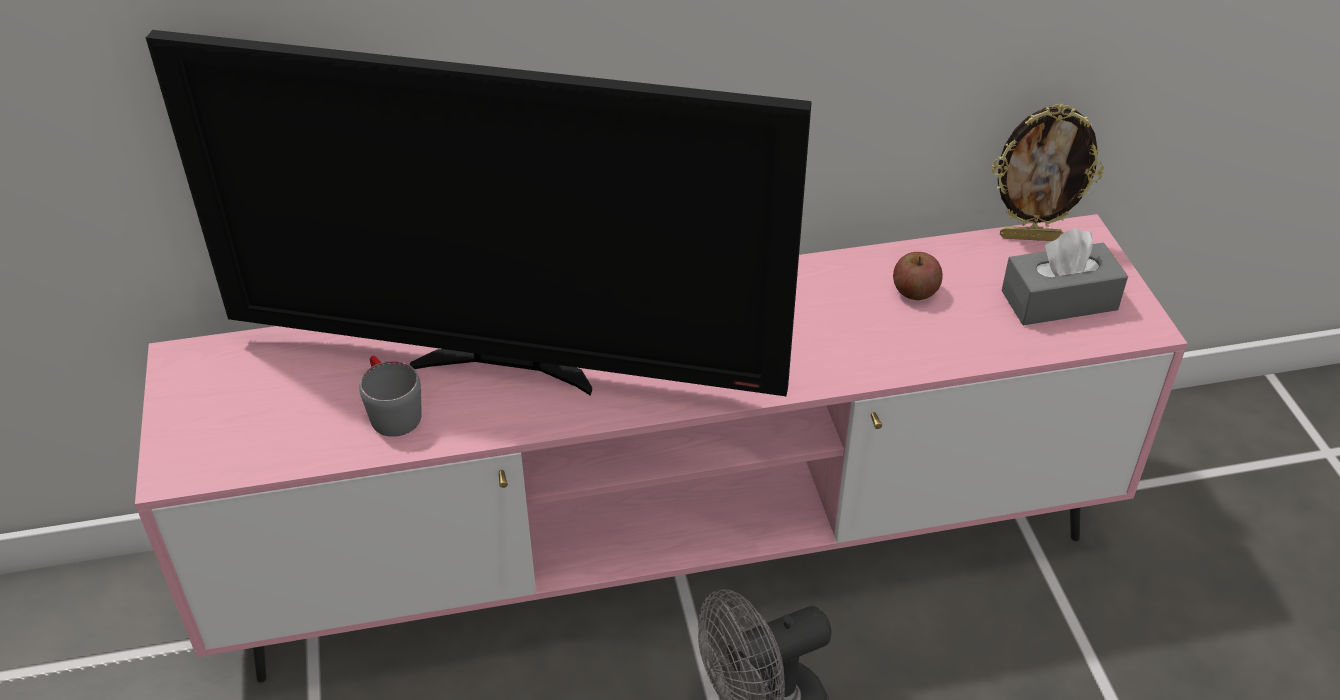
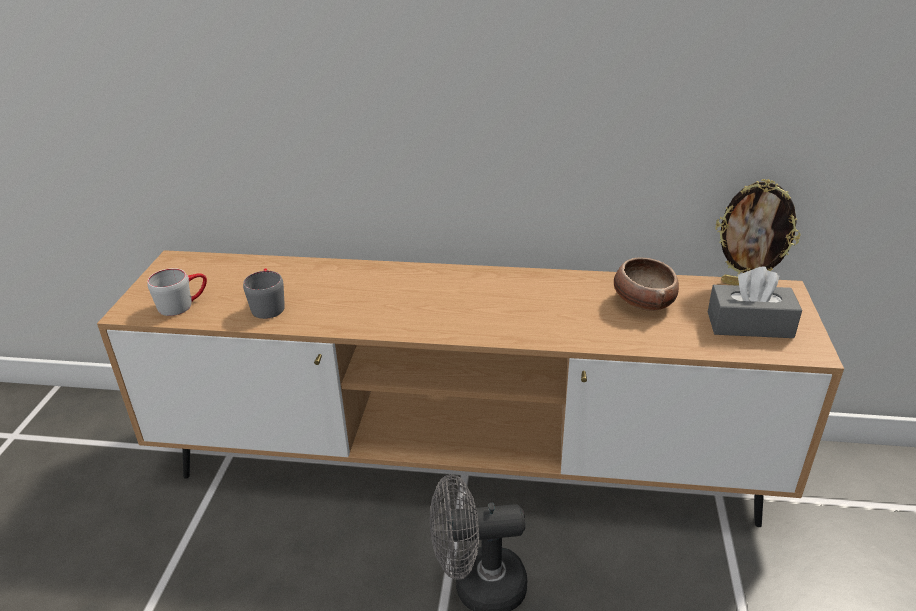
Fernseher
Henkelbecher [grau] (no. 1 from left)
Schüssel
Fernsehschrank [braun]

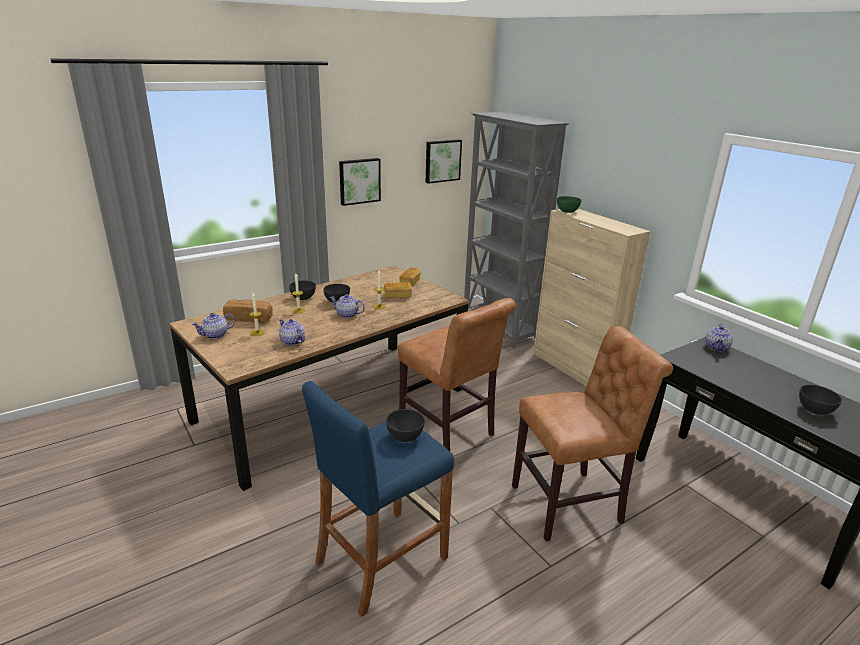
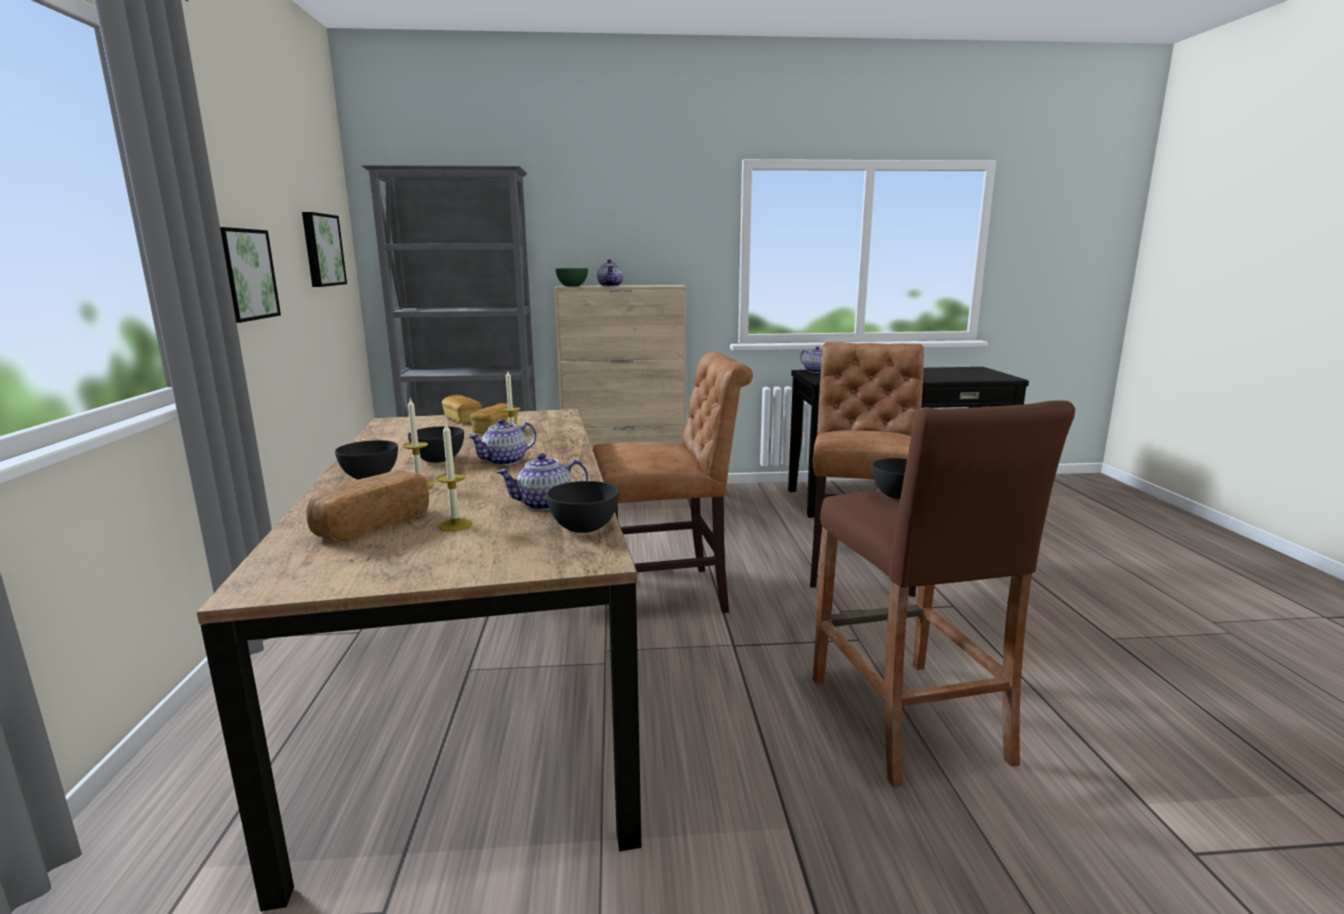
Teekanne (no. 3 from left)
Schüssel [grau] (no. 3 from left)
Hocker [braun]

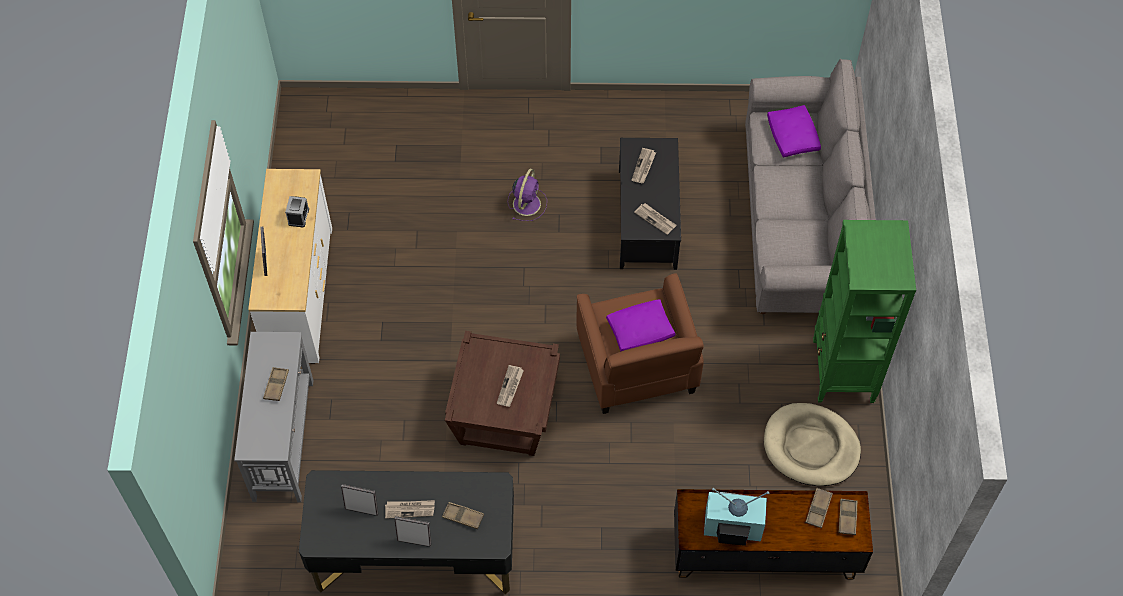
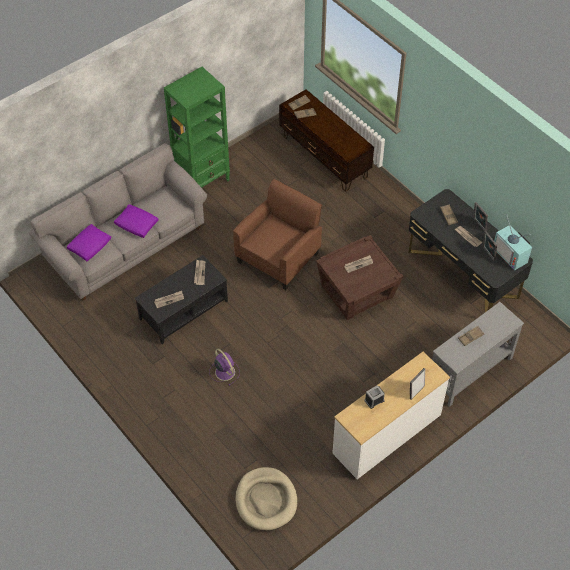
Kissen [lila] (no. 2 from left)
Fernseher
Hundebett [beige]
Ventilator [lila]

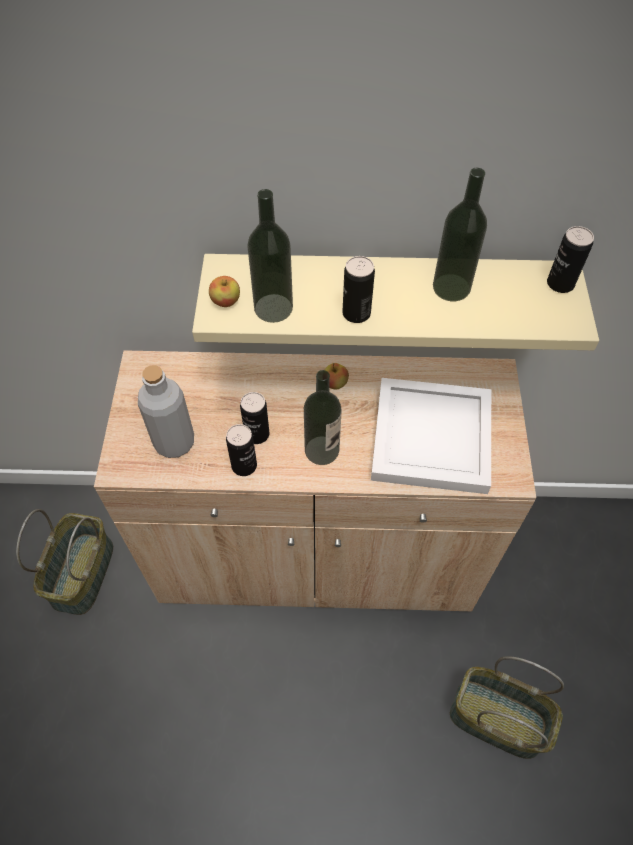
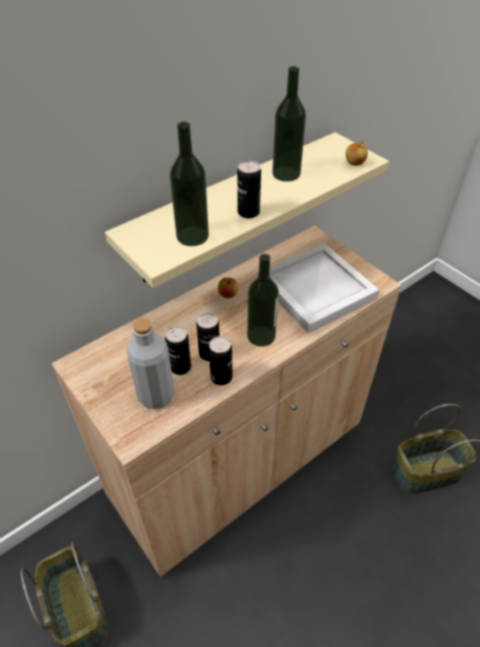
Apfel (no. 2 from left)
Dose (no. 1 from left)

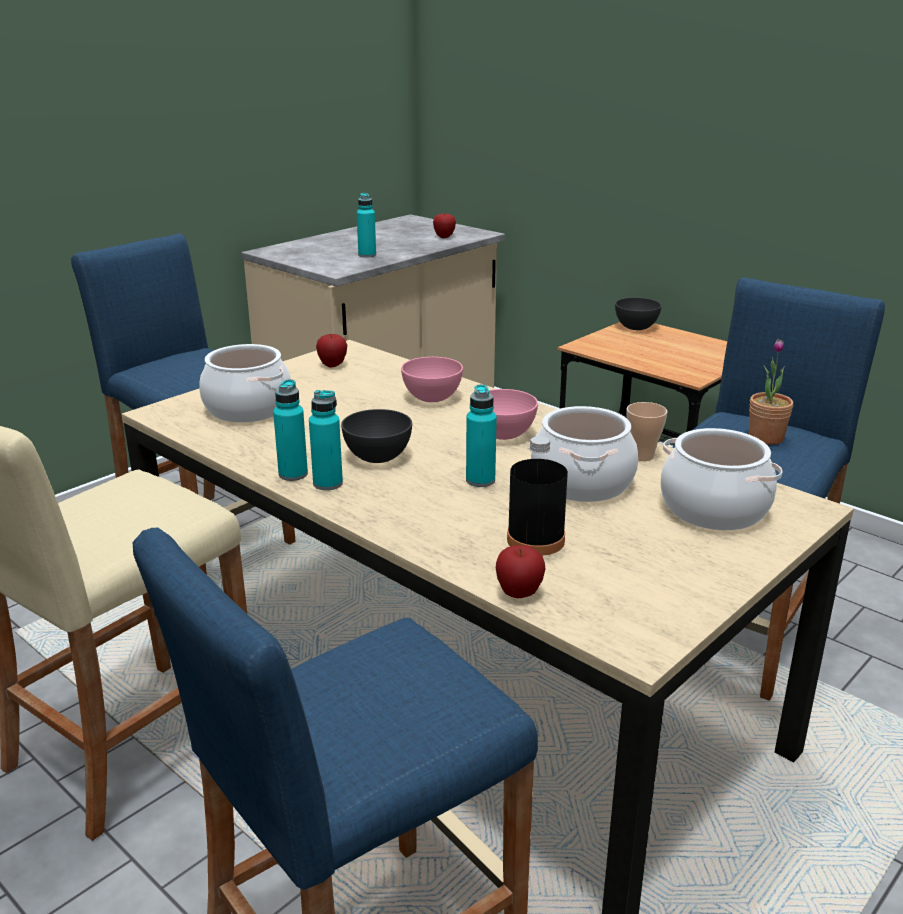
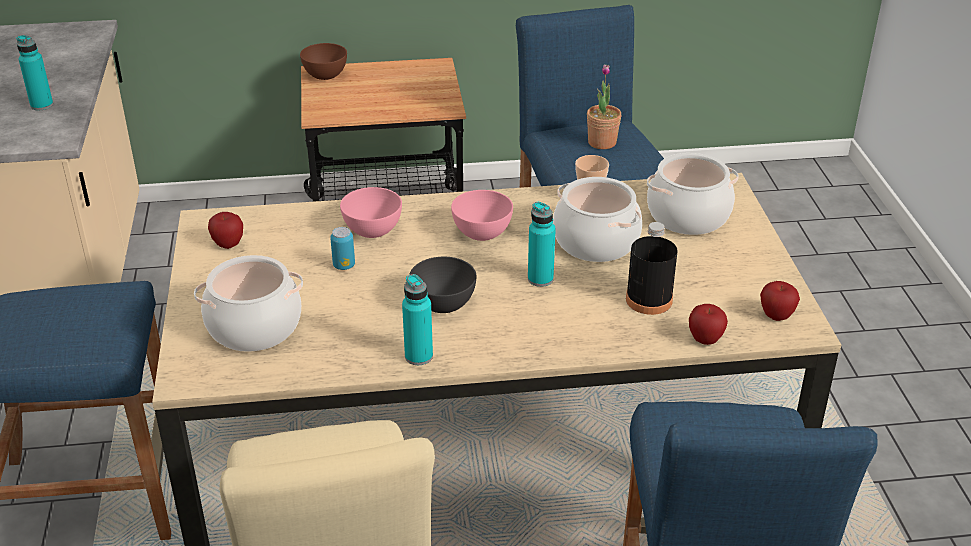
Flasche [türkis] (no. 2 from left in the first image)
Dose
Apfel (no. 3 from left)
Schüssel [braun]

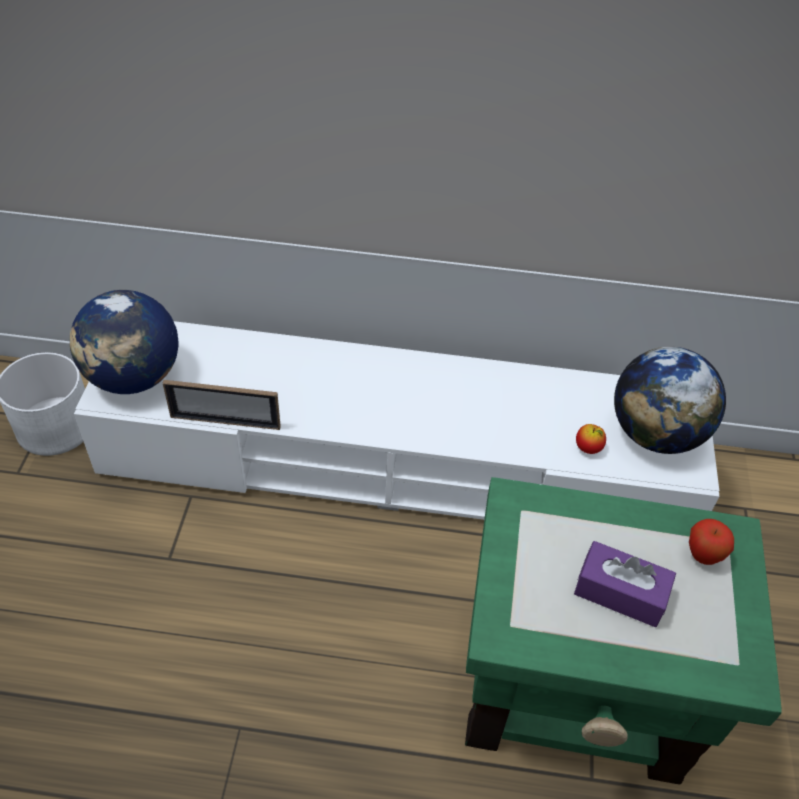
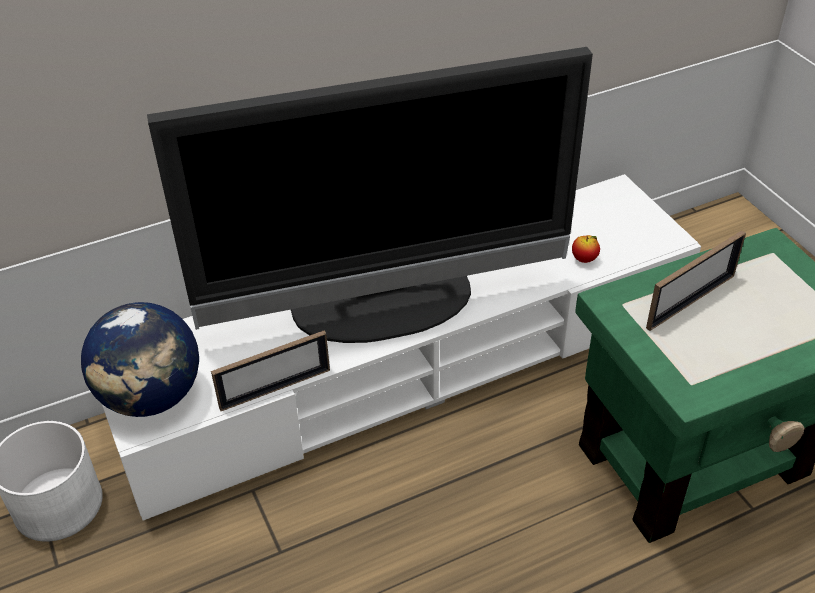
Taschentuchbox [lila]
Globus (no. 2 from left in the first image)
Apfel (no. 2 from left in the first image)
Fernseher
Bilderrahmen (no. 2 from left)

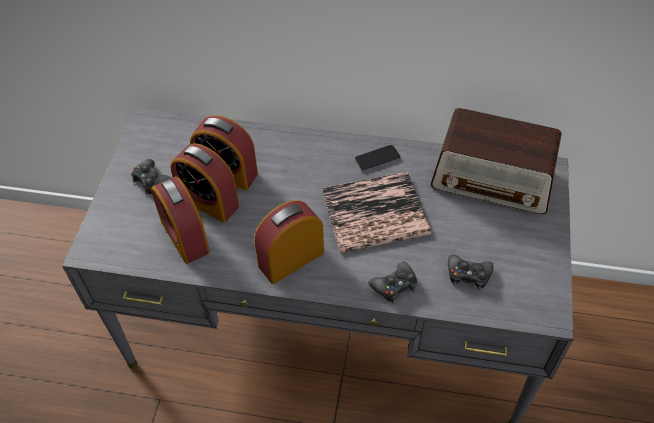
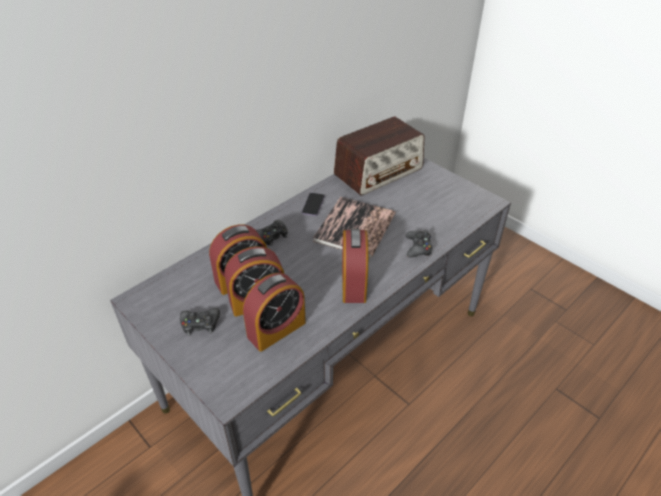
Gamepad [schwarz] (no. 2 from left)
Wecker (no. 3 from left)

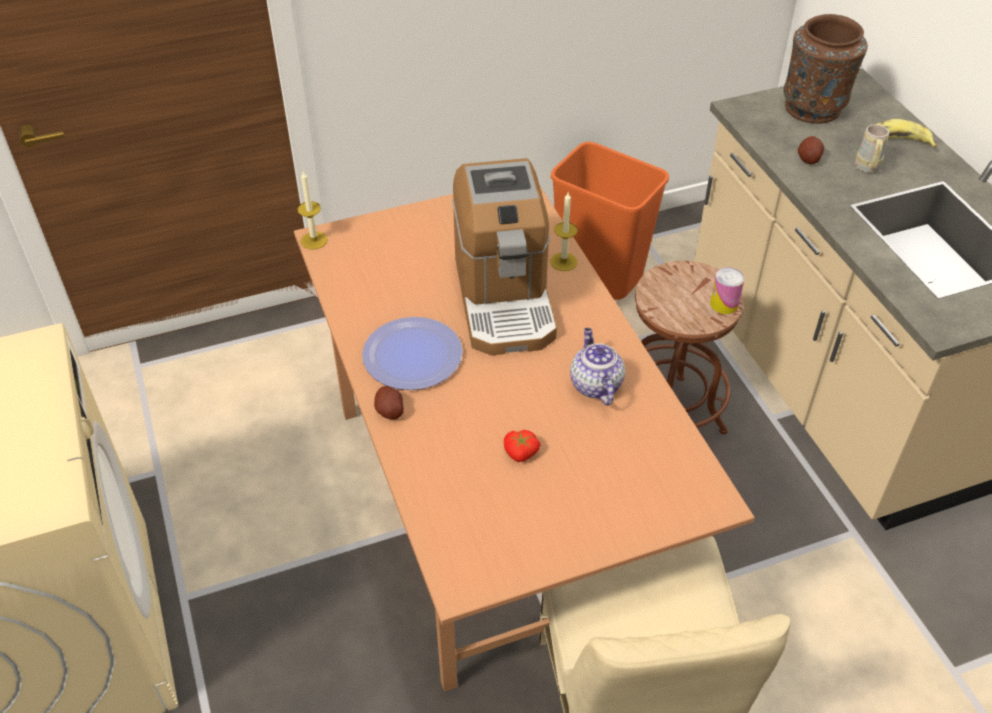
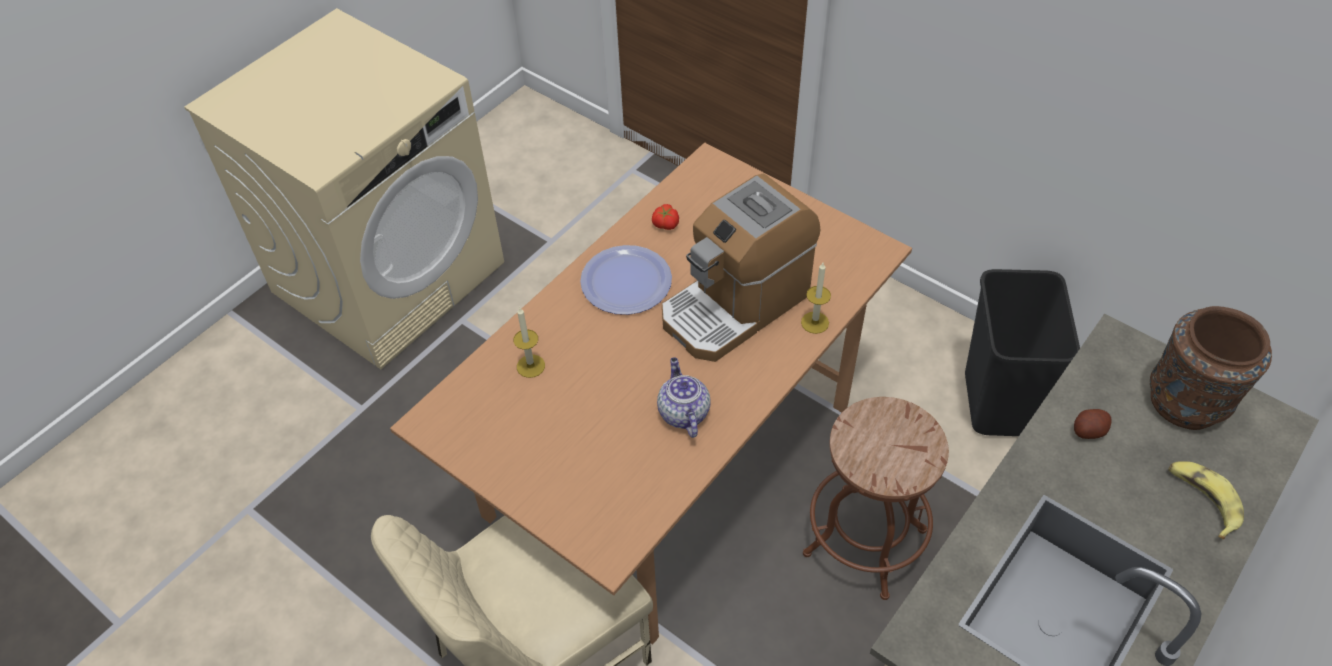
Kartoffel (no. 1 from left in the first image)
Dose
Henkelbecher [beige]
Kerze (no. 1 from left)
Tomate
Mülleimer [schwarz]
Teekanne

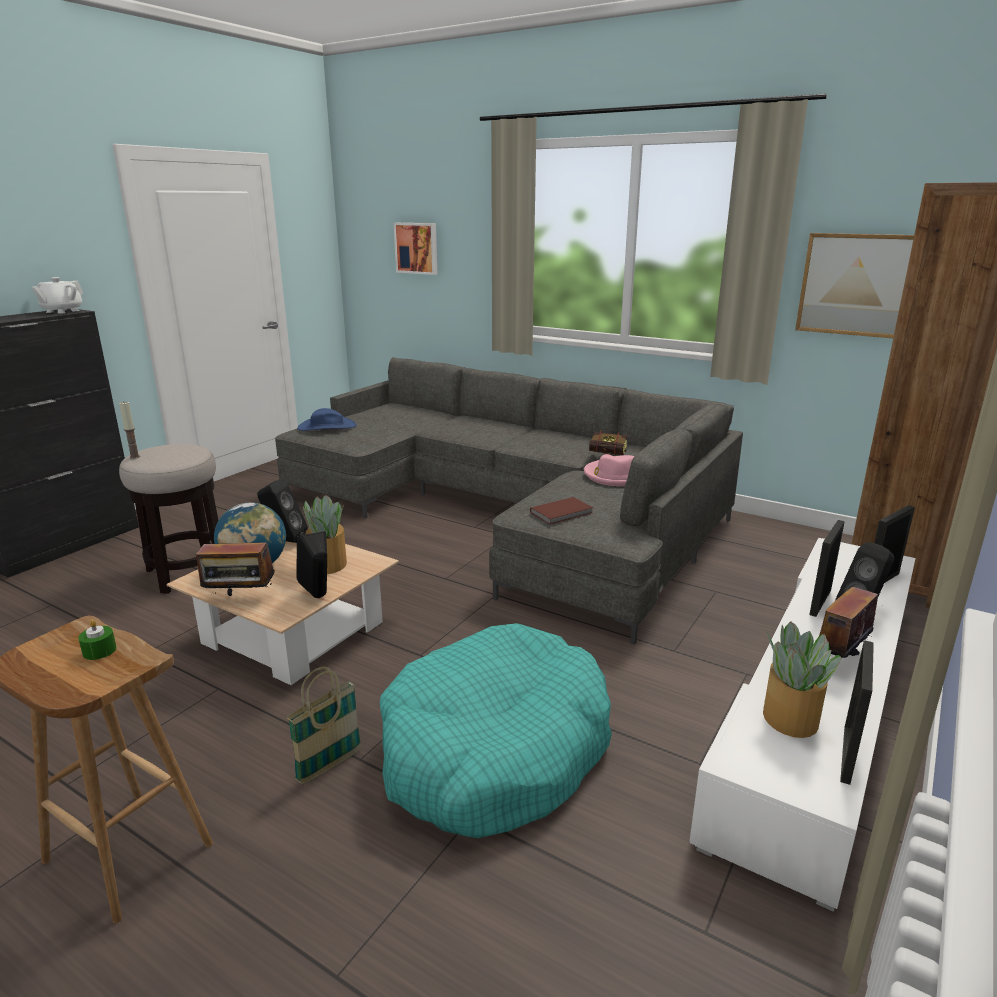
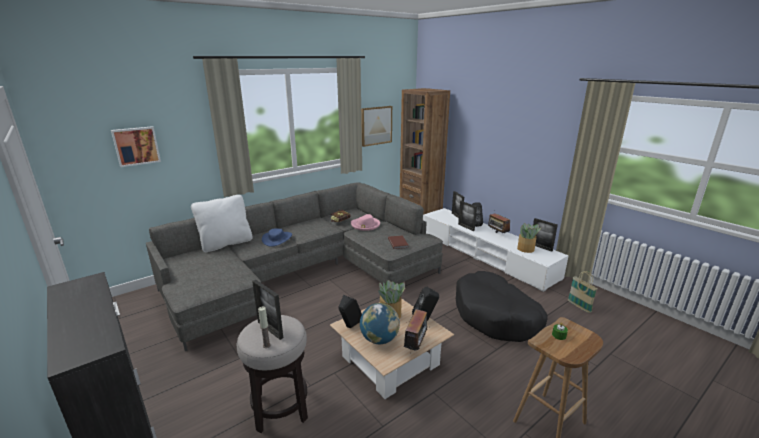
Teekanne [weiß]
Kissen [weiß]
Bilderrahmen (no. 1 from left)
Korb
Hut [blau]
Hundebett [schwarz]

